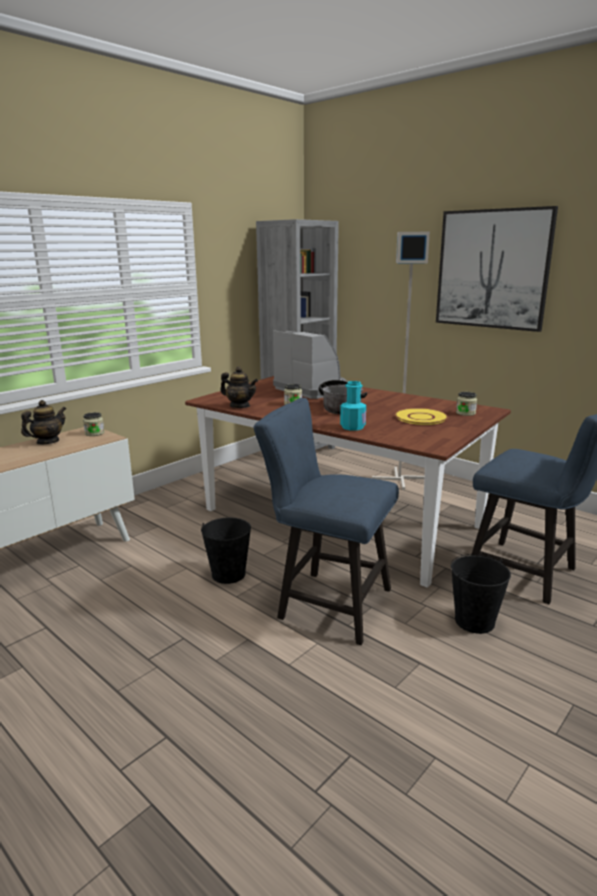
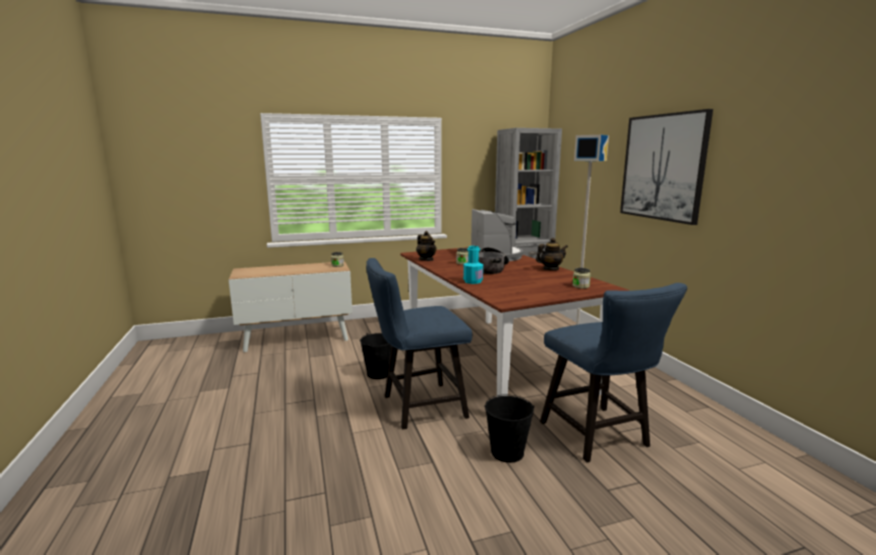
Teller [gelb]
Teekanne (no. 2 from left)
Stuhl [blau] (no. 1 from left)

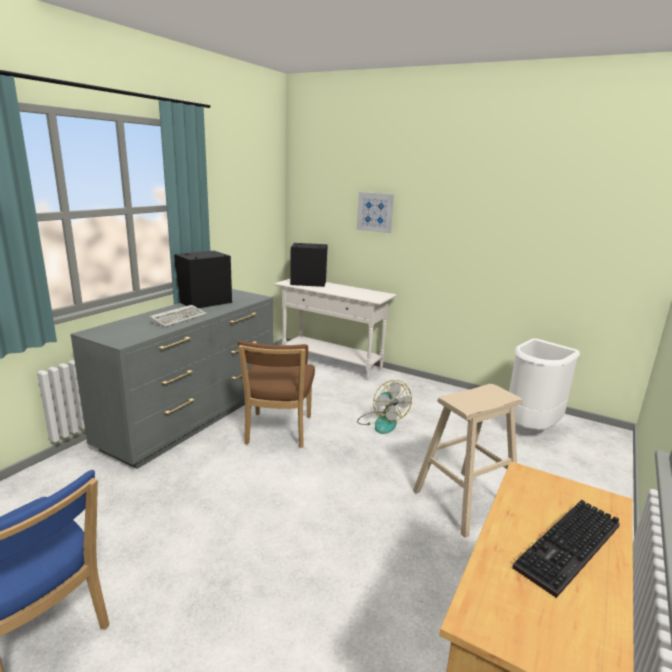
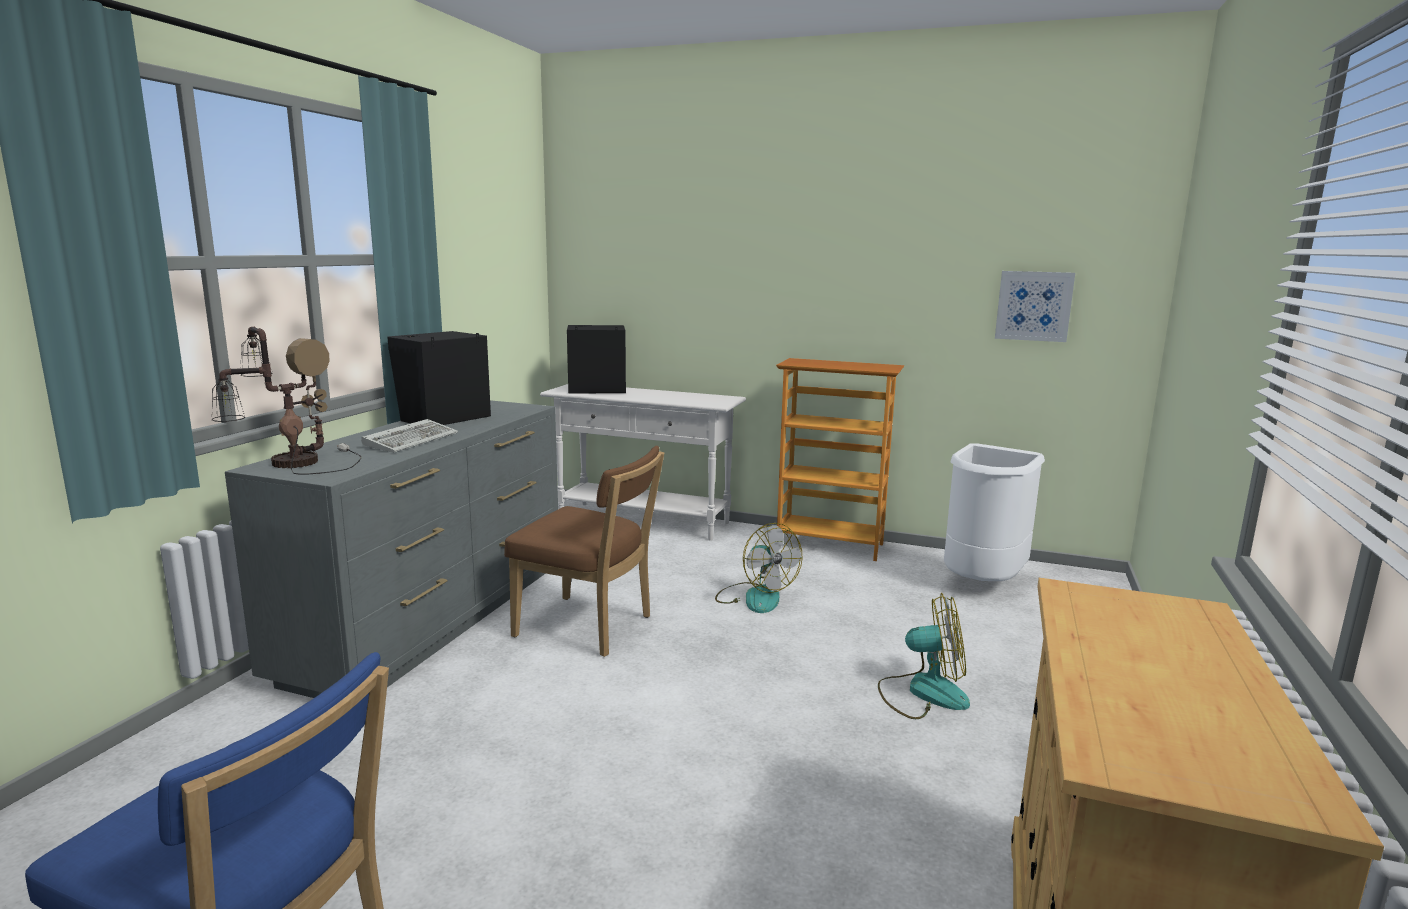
Tastatur (no. 2 from left in the first image)
Tischlampe
Bücherregal
Bild
Ventilator (no. 2 from left)
Stuhl [braun]

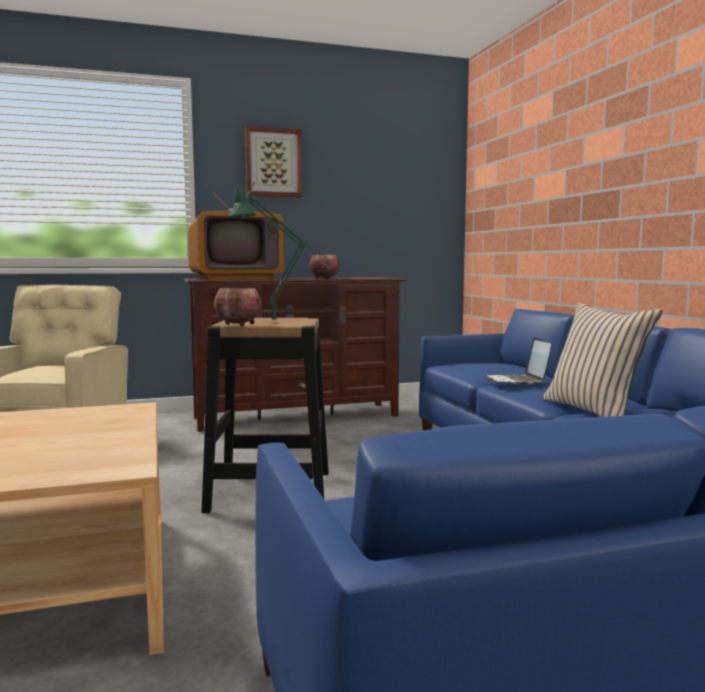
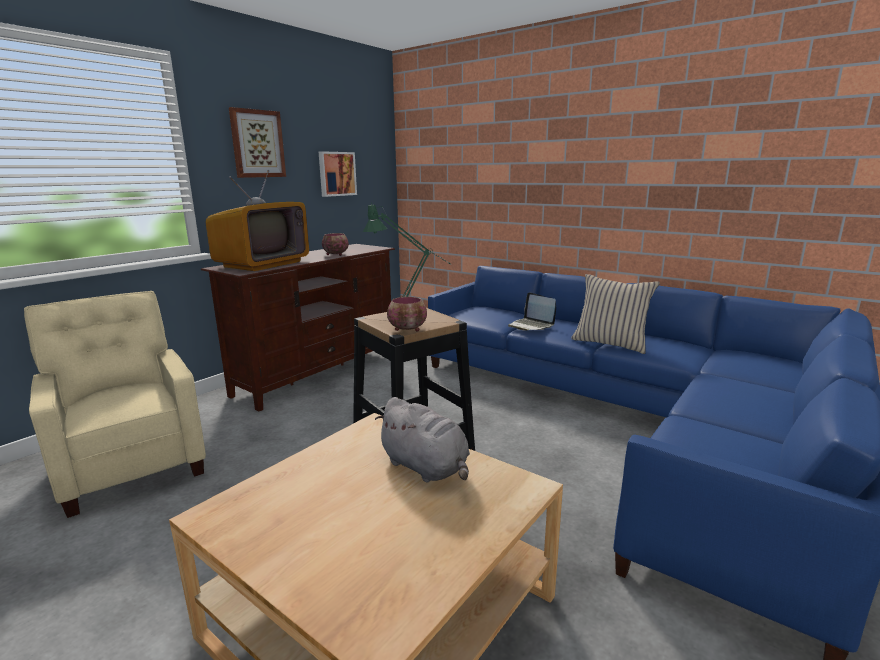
Bild (no. 2 from left)
Plüschtier [grau]

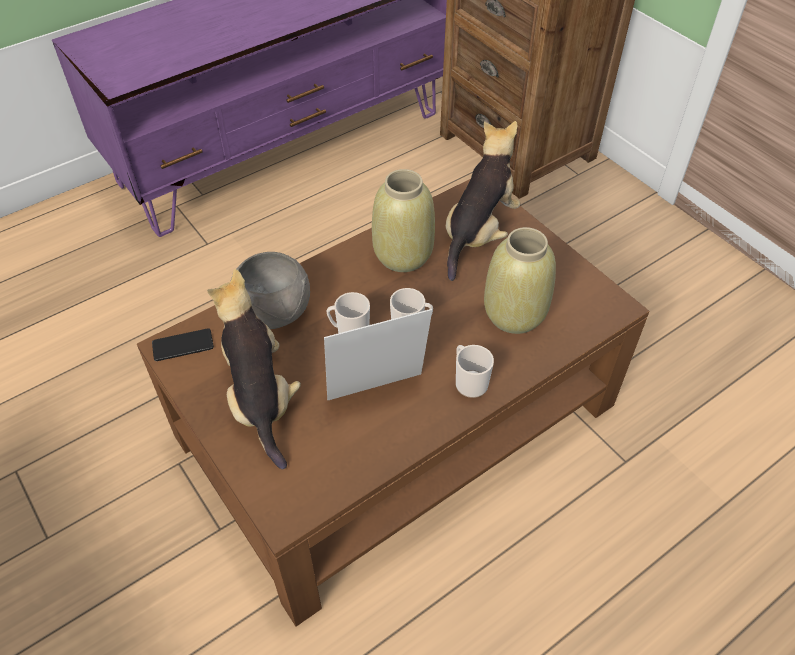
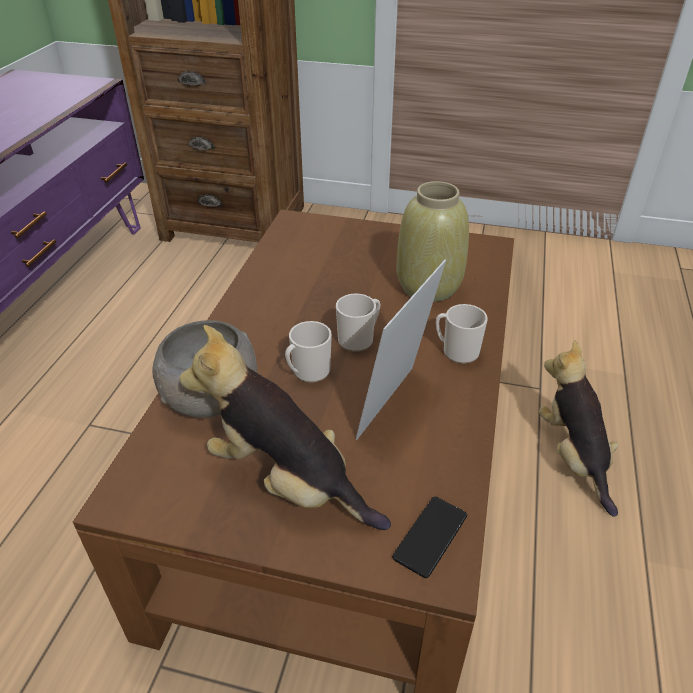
Vase [beige] (no. 1 from left in the first image)
Handy
Plüschtier (no. 2 from left)

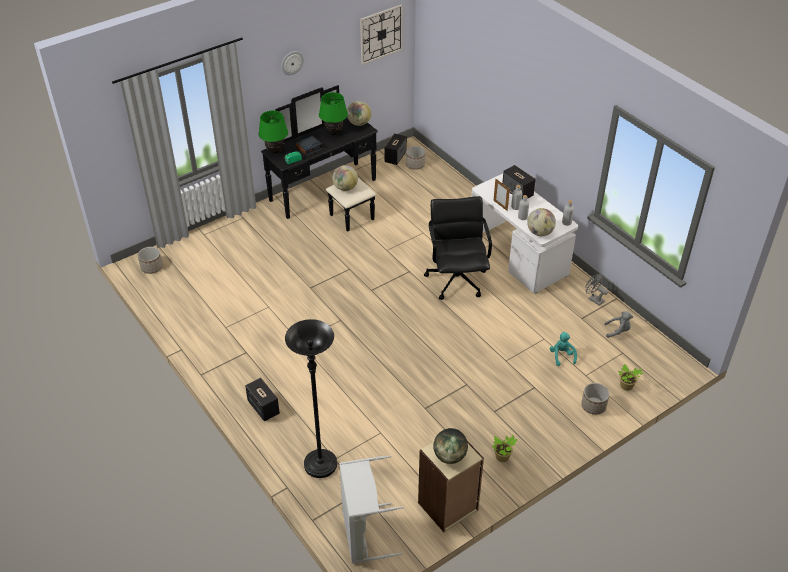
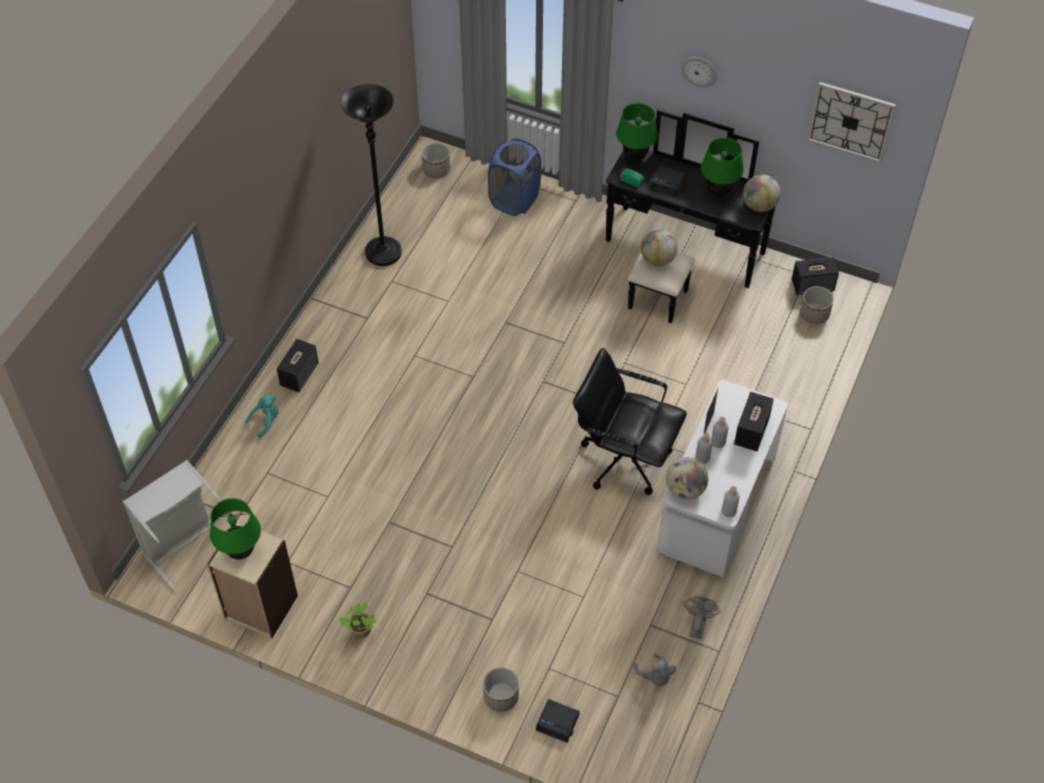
Wäschekorb [blau]
Stehlampe [schwarz]
Plüschtier [türkis]
Tischlampe [grün] (no. 1 from left)
Wecker (no. 1 from left)
Bürostuhl [schwarz]

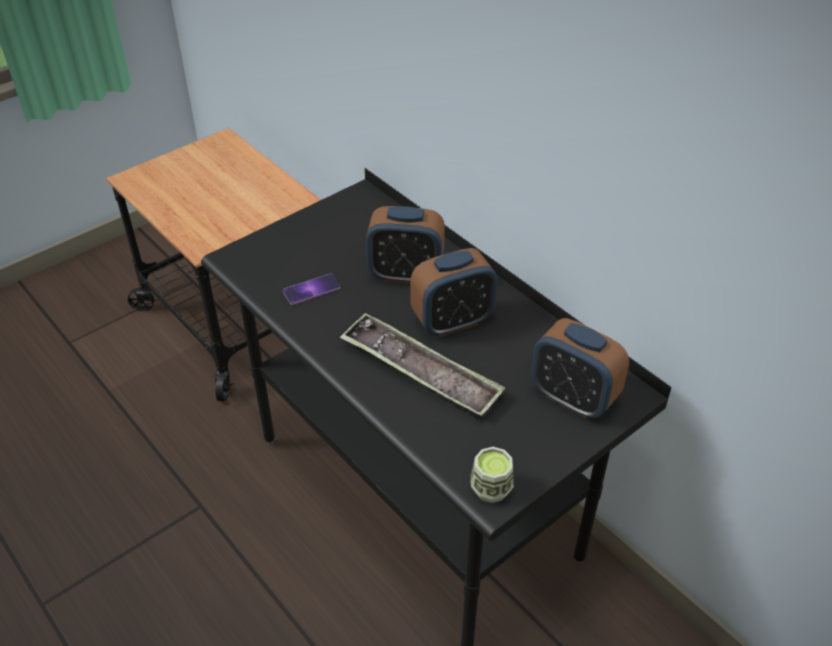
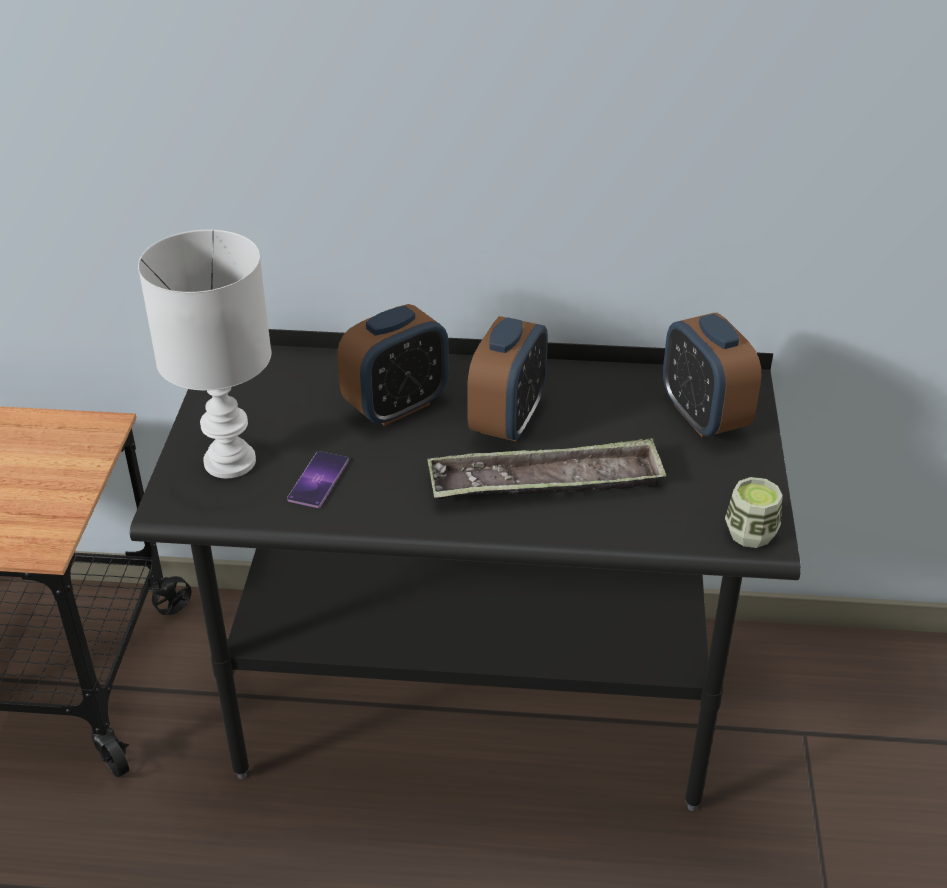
Tischlampe [weiß]
Wecker (no. 3 from left)

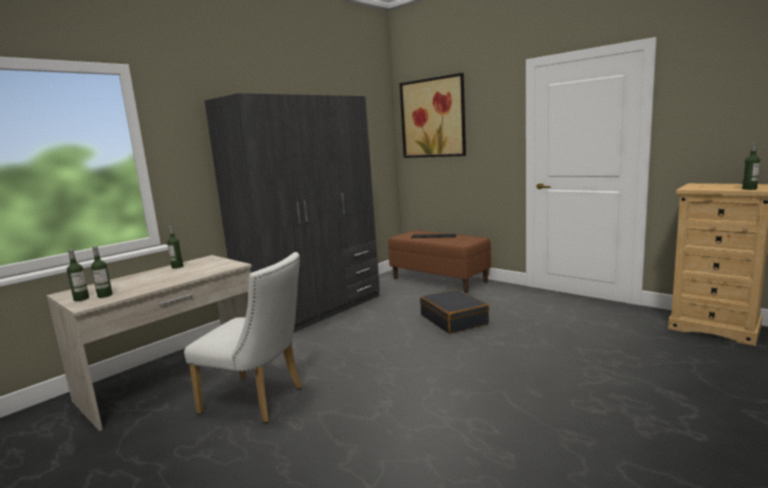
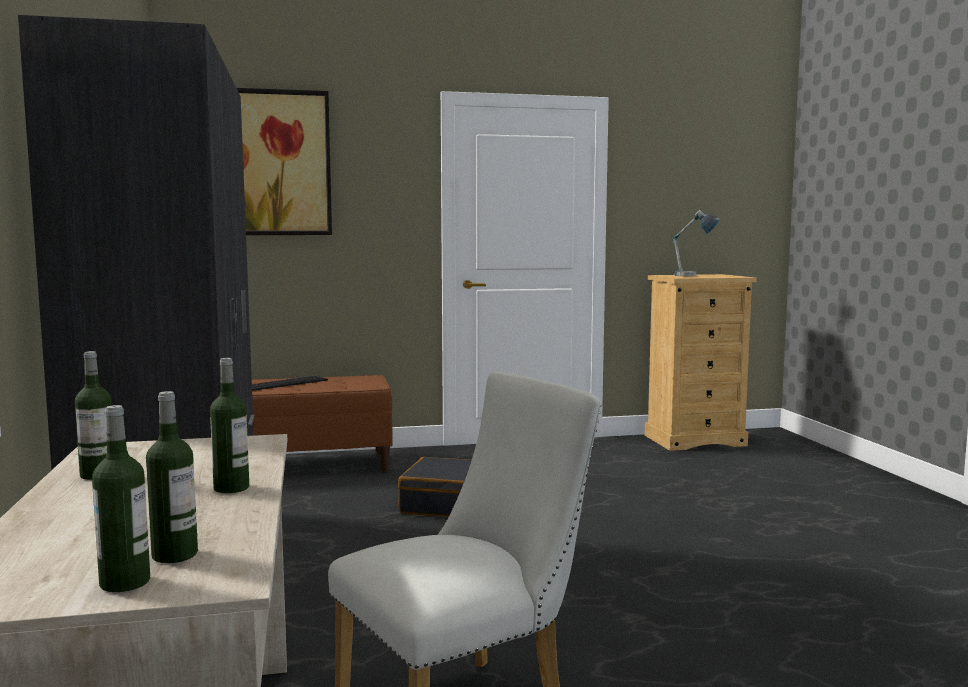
Tischlampe
Flasche (no. 4 from left)

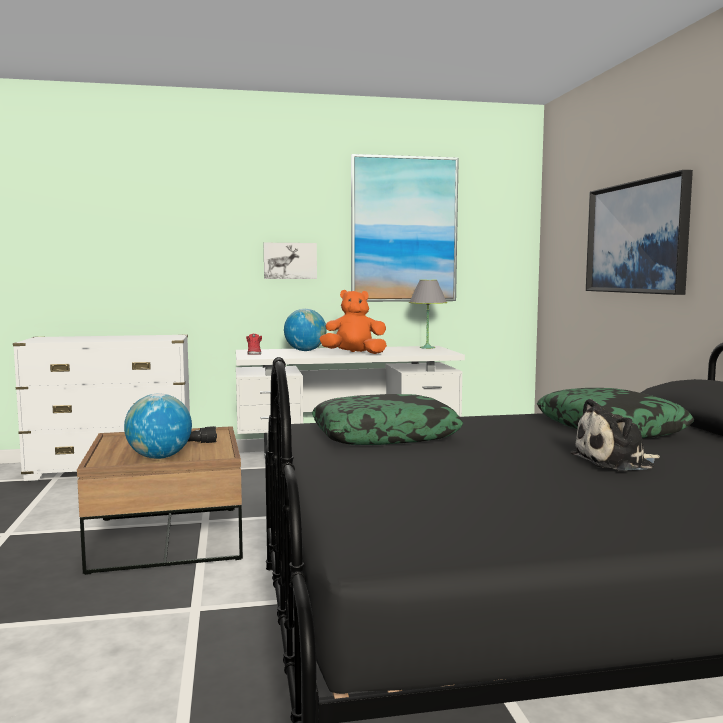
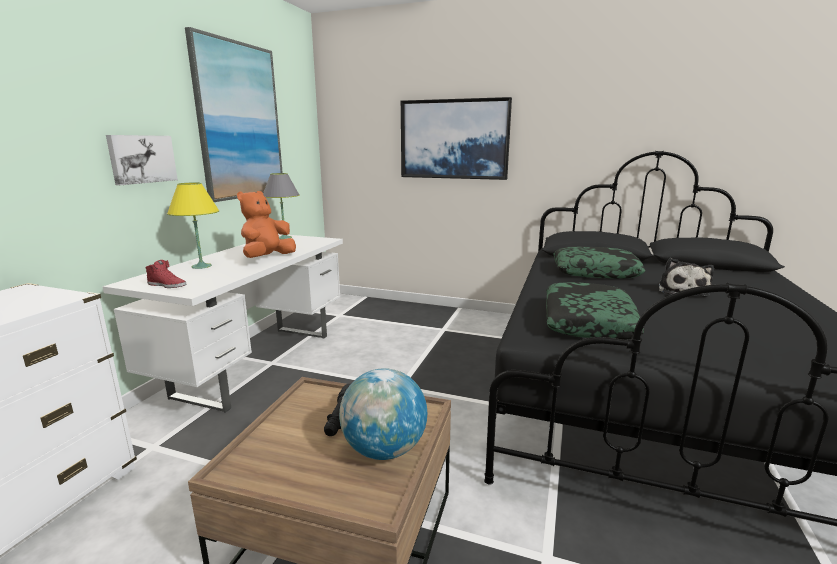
Tischlampe [gelb]

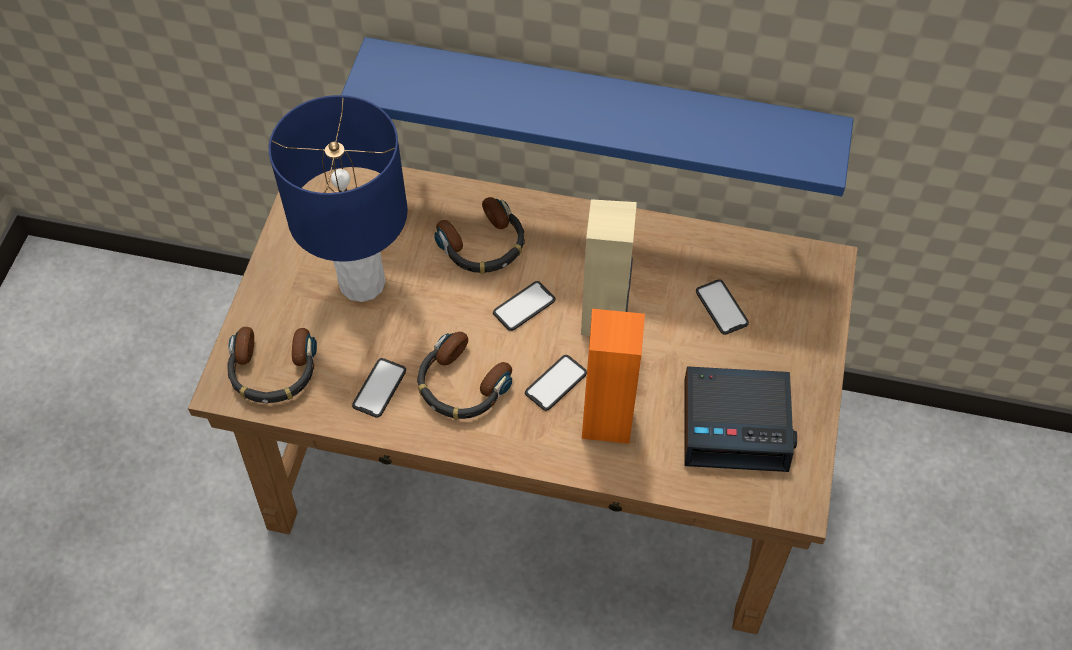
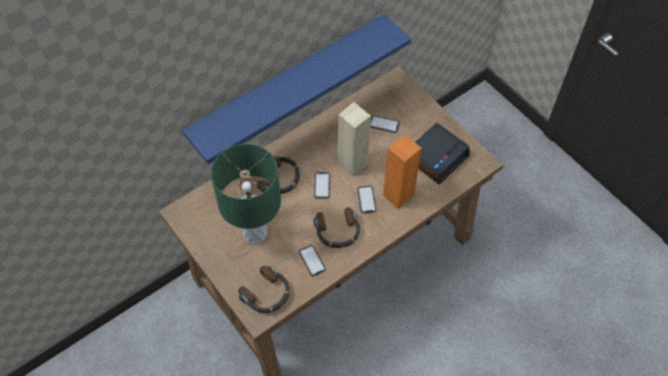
Tischlampe [grün]

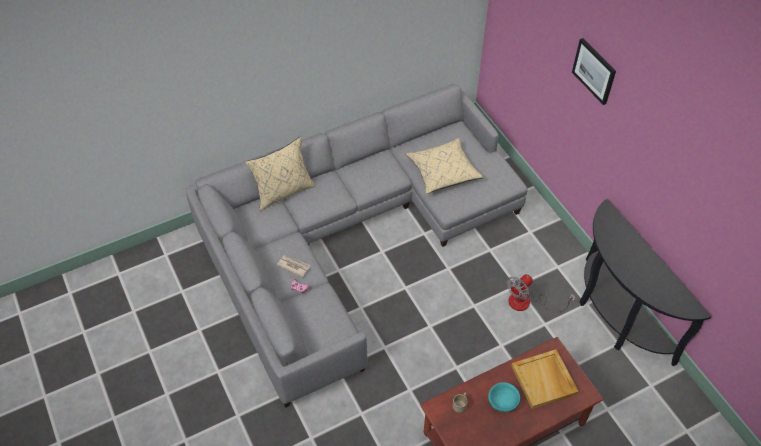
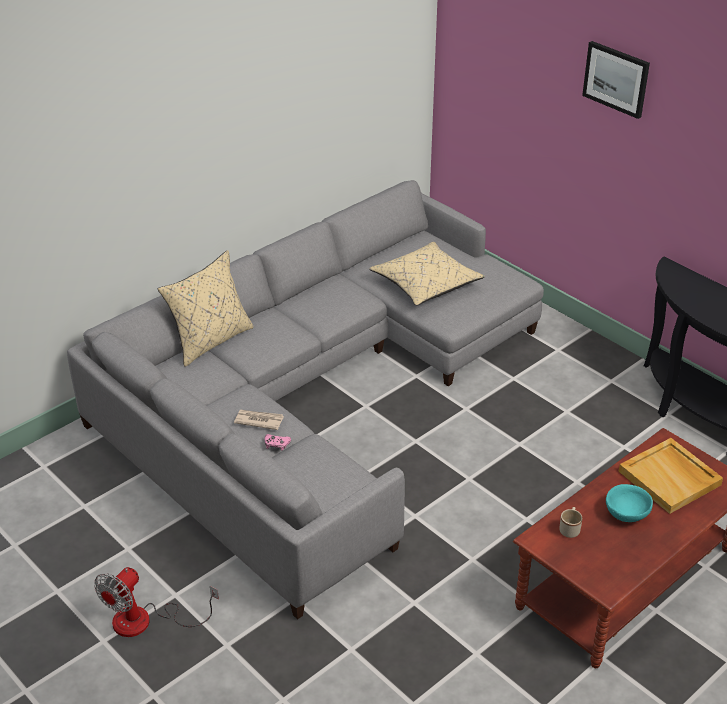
Ventilator

